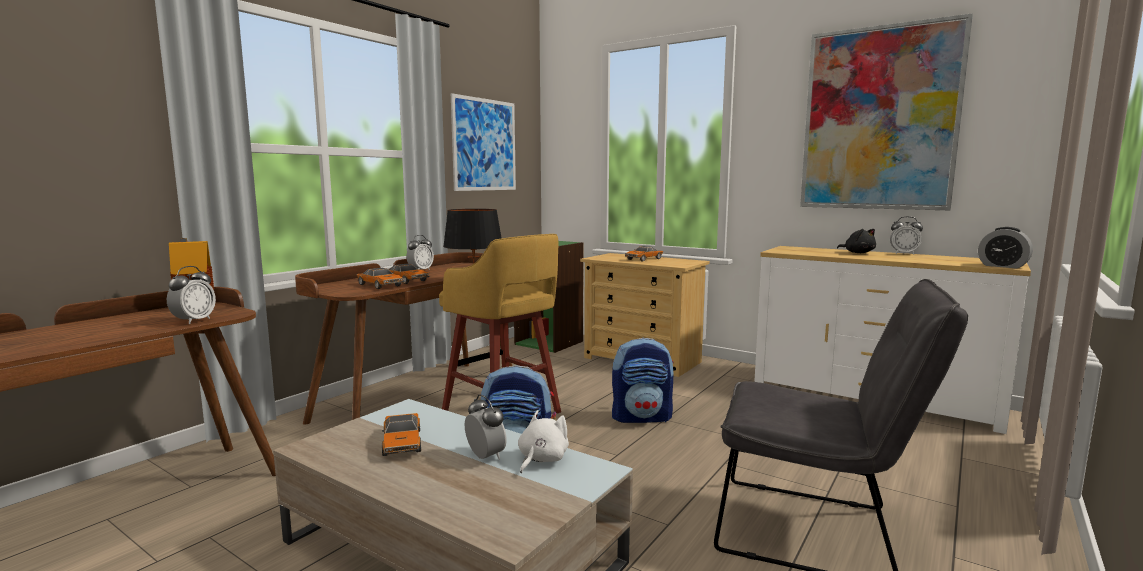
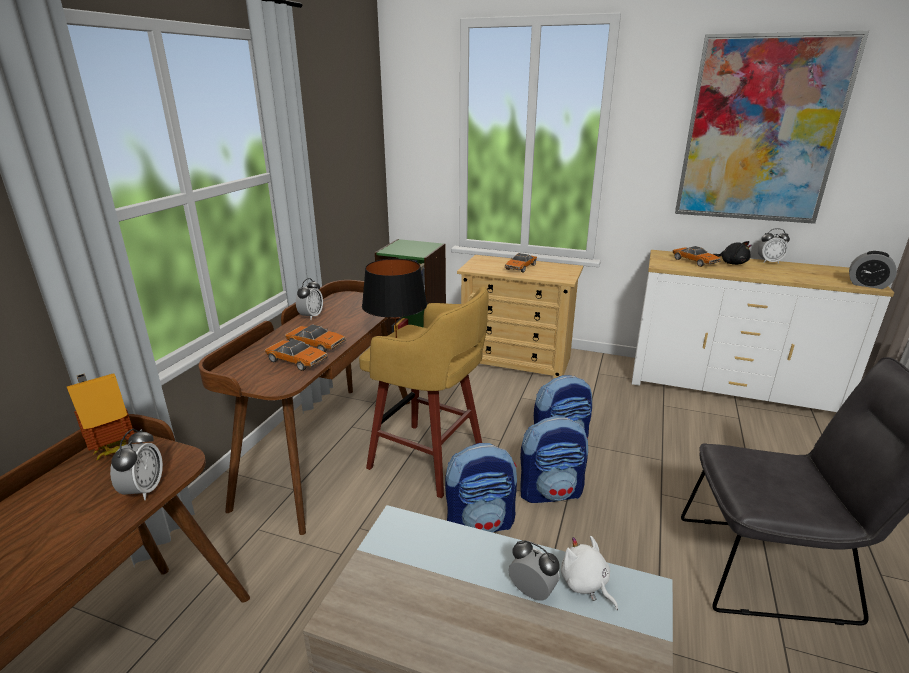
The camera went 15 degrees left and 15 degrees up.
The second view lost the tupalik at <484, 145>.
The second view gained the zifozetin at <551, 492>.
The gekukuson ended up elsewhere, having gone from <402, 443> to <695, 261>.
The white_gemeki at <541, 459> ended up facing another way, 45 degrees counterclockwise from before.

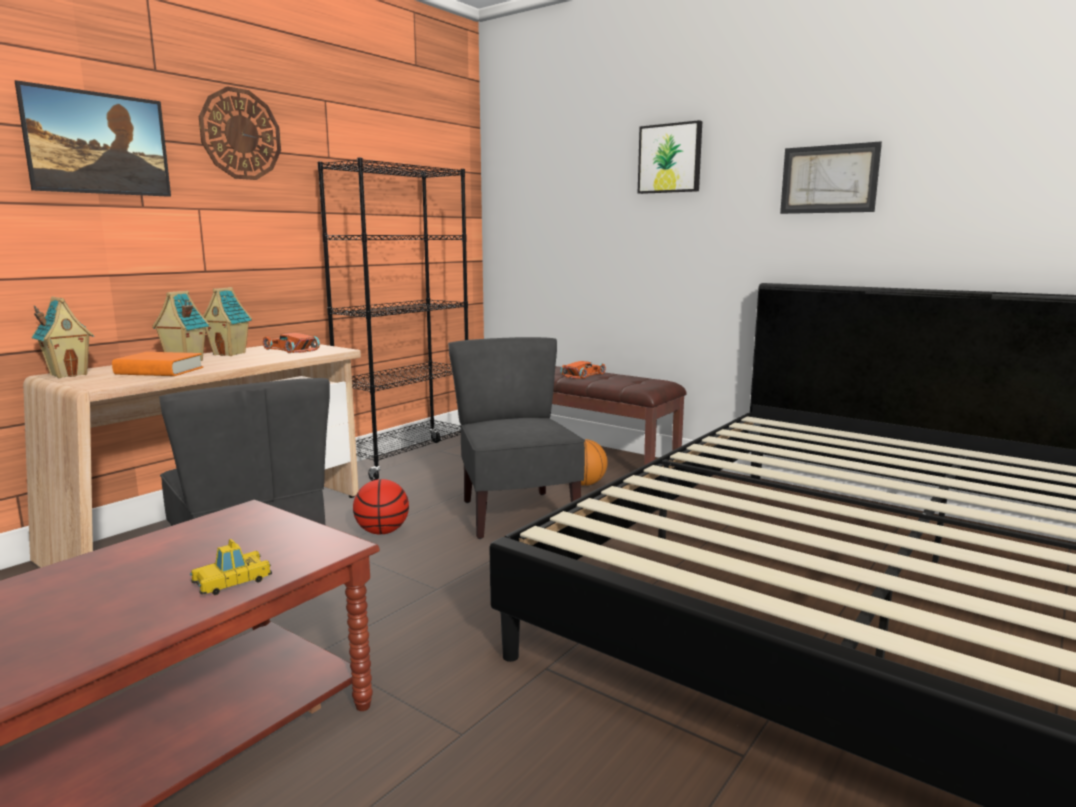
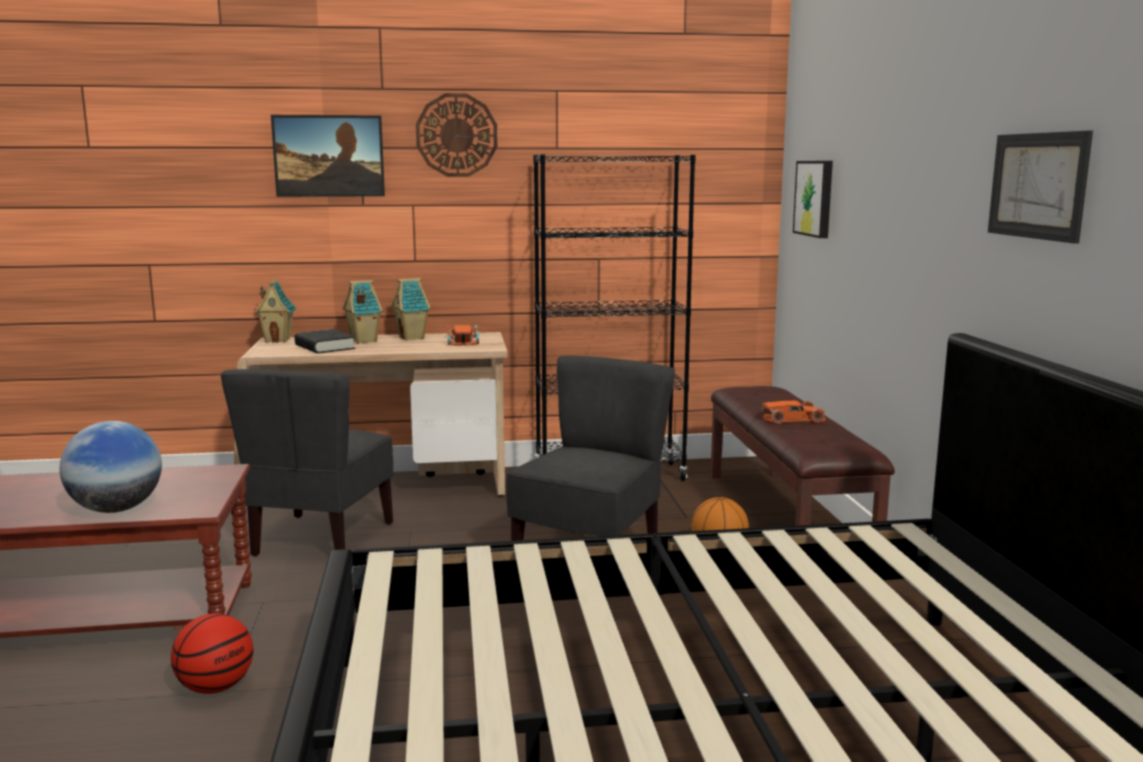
The camera went 45 degrees right and 0 degrees up.
The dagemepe ended up elsewhere, having gone from <382, 532> to <215, 687>.
The tupalik ended up elsewhere, having gone from <670, 158> to <815, 198>.
Where the gekukuson stood at <232, 581>, the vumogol came to stand at <116, 509>.
What was the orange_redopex at <159, 371> turned into the black_redopex at <324, 347>.

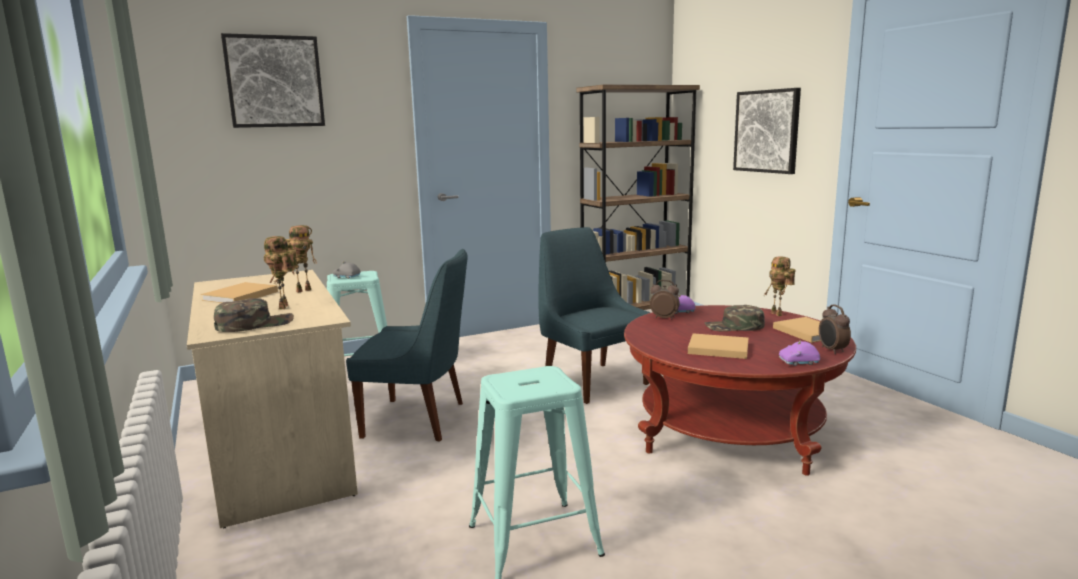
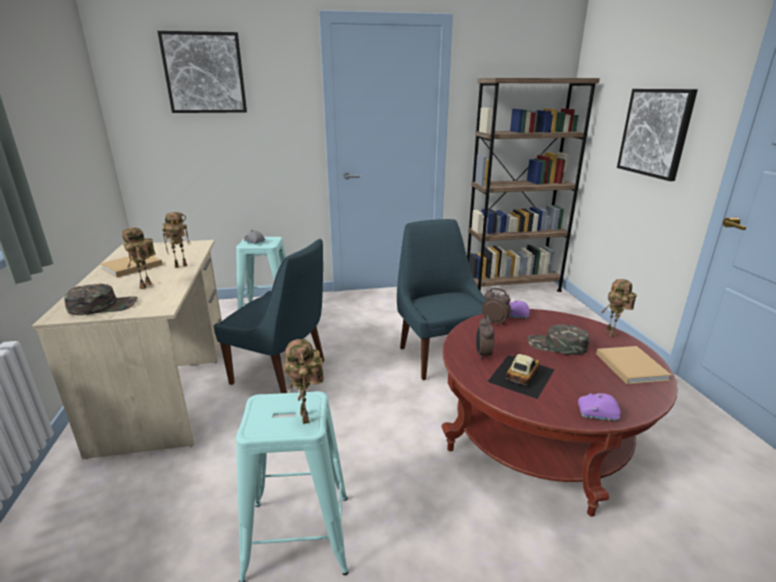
The camera went 15 degrees right and 10 degrees up.
The second view gained the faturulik at <307, 417>.
The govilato ended up elsewhere, having gone from <832, 350> to <483, 355>.
Where the beige_redopex stood at <716, 348>, the gekukuson came to stand at <521, 375>.

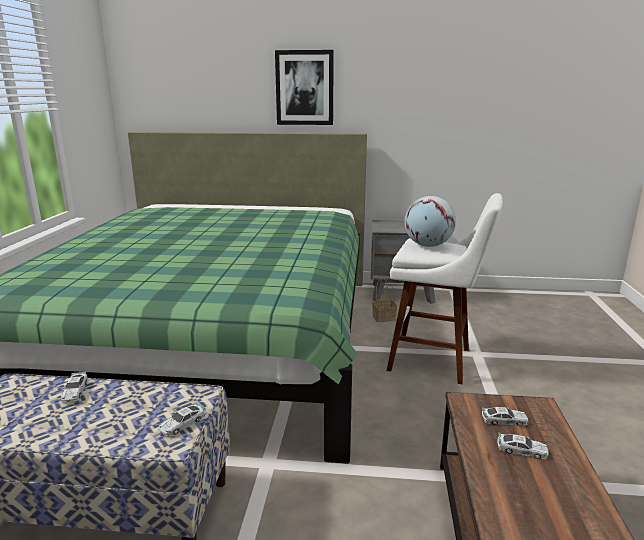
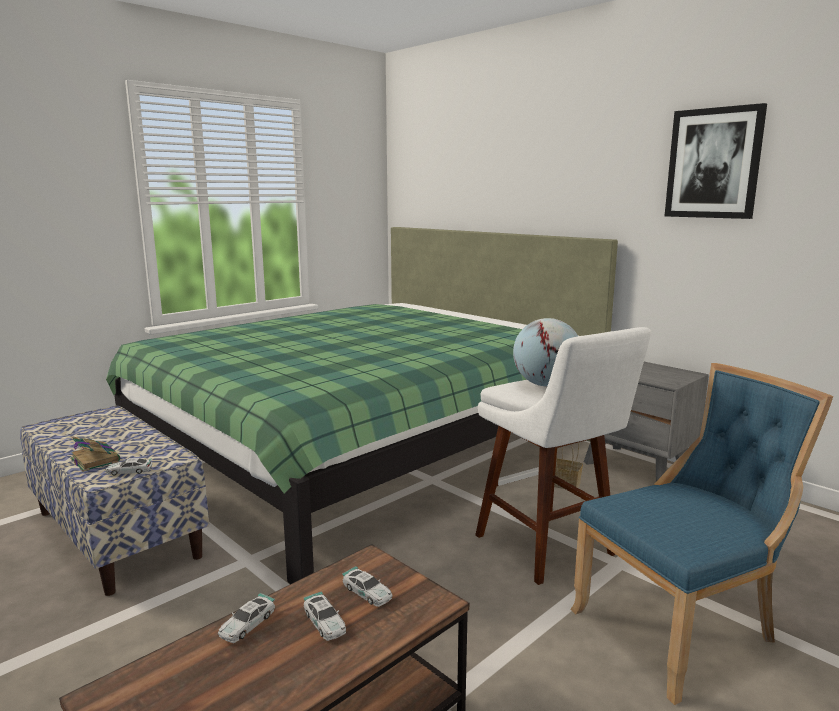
The camera went 40 degrees right and 5 degrees down.
The second view gained the redopex at <94, 460>.
The second view gained the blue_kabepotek at <681, 628>.
The gekukuson ended up elsewhere, having gone from <75, 391> to <247, 624>.
The tupalik ended up elsewhere, having gone from <304, 88> to <713, 163>.

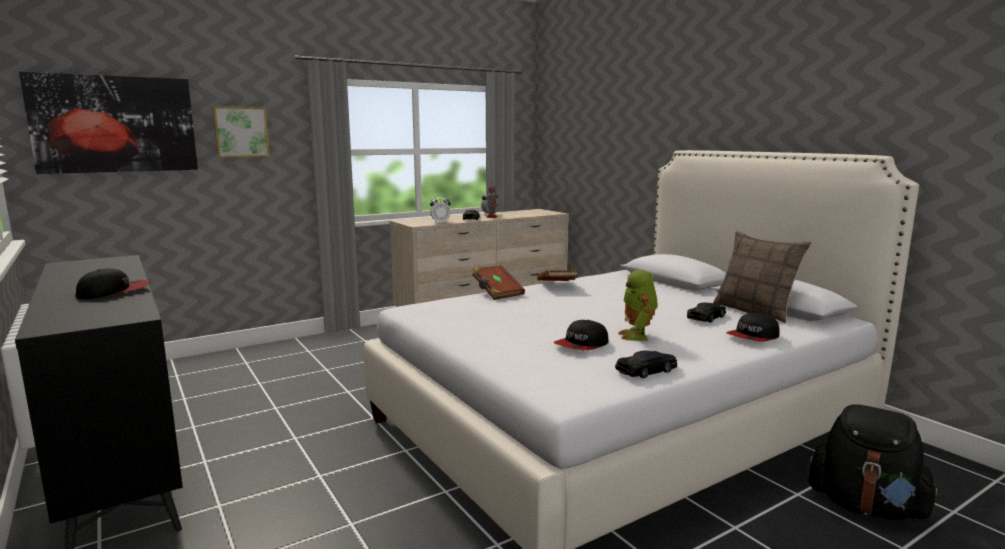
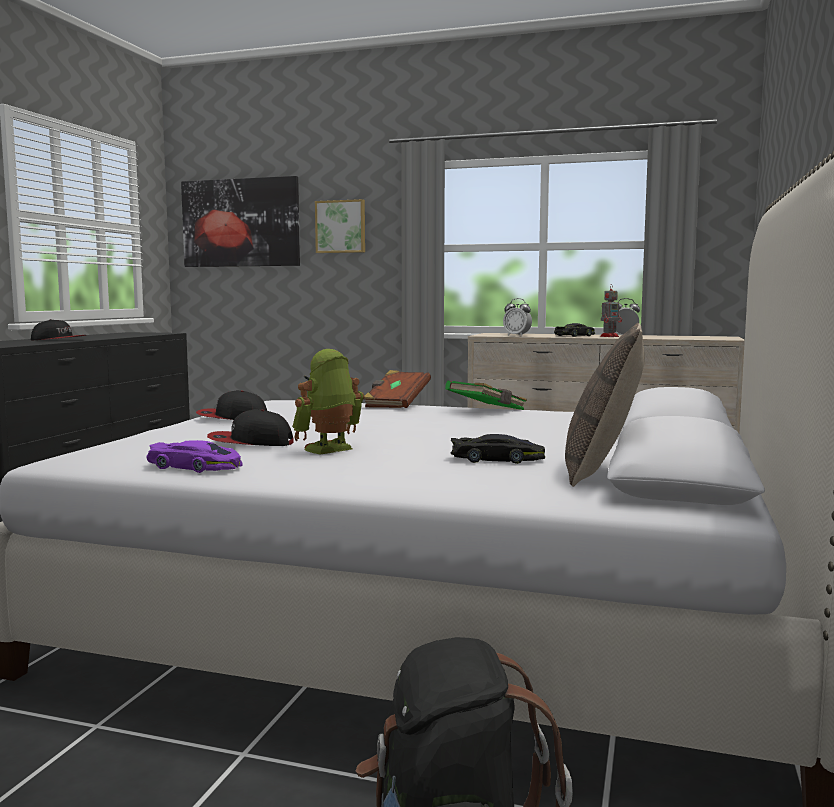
The camera went 50 degrees right and 5 degrees down.
The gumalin ended up elsewhere, having gone from <753, 337> to <232, 418>.
What was the brown_redopex at <557, 286> turned into the green_redopex at <487, 411>.
What was the black_gekukuson at <647, 370> turned into the purple_gekukuson at <195, 467>.

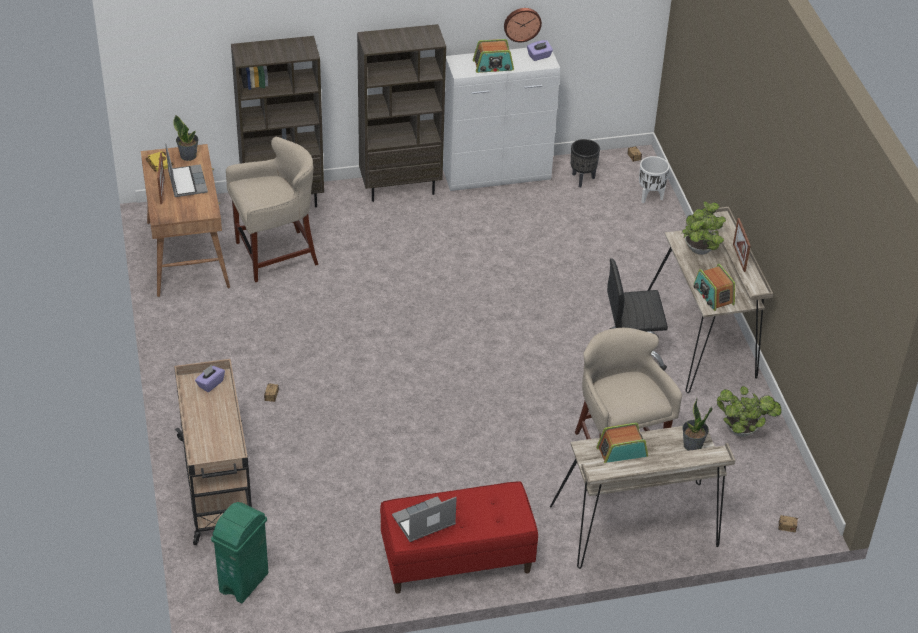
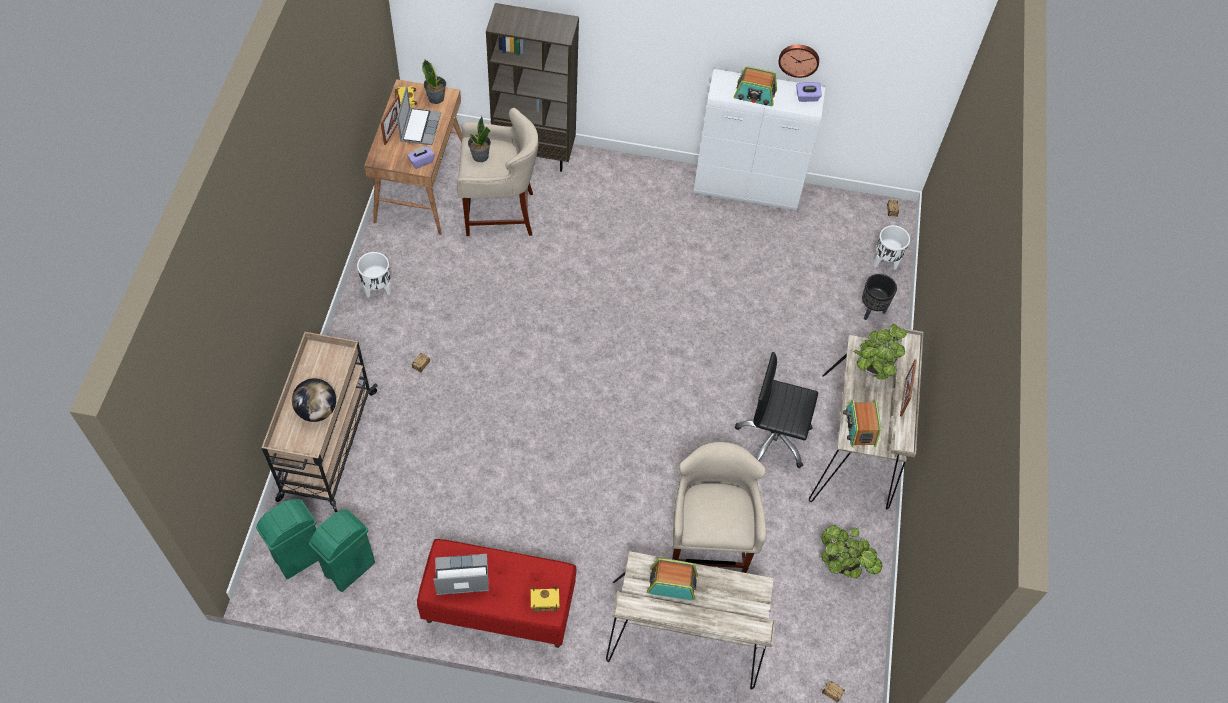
The camera went 20 degrees right and 15 degrees up.
The second view lost the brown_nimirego at <400, 187>.
The second view gained the vumogol at <317, 410>.
The second view gained the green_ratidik at <349, 569>.
The second view gained the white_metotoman at <378, 289>.
The second view gained the yellow_redopex at <544, 601>.
The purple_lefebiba ended up elsewhere, having gone from <210, 384> to <421, 161>.
The black_metotoman ended up elsewhere, having gone from <582, 179> to <872, 310>.
The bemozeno ended up elsewhere, having gone from <692, 445> to <480, 156>.

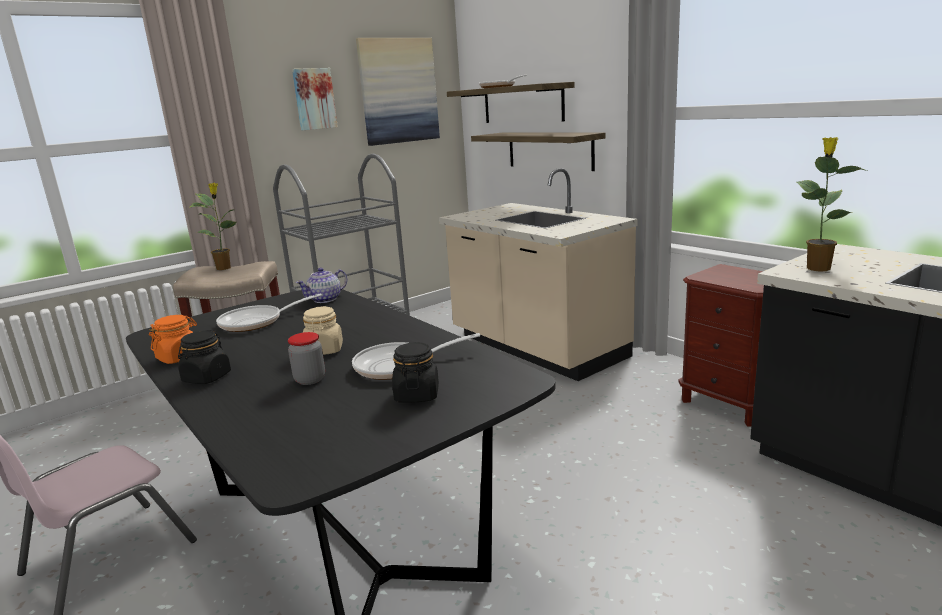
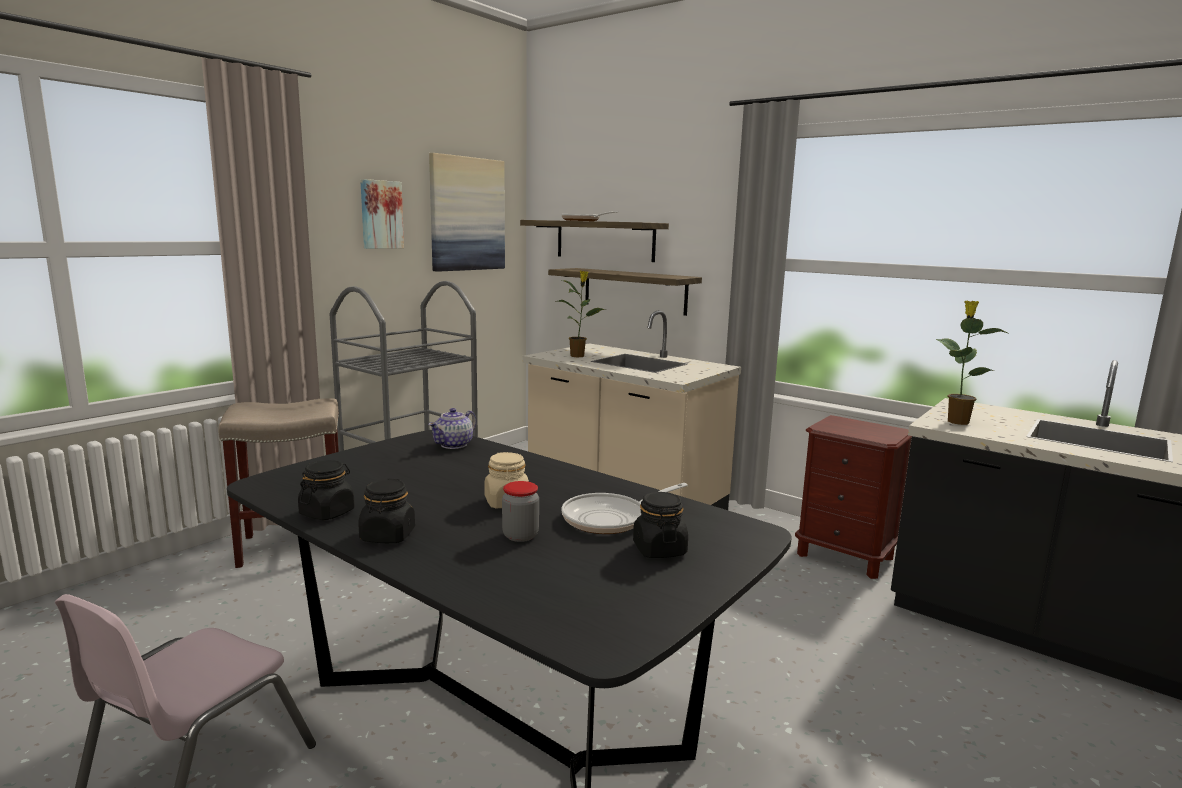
The camera went 15 degrees left and 5 degrees down.
The second view lost the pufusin at <256, 322>.
The bemozeno ended up elsewhere, having gone from <225, 268> to <578, 356>.
What was the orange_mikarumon at <179, 357> turned into the black_mikarumon at <327, 512>.

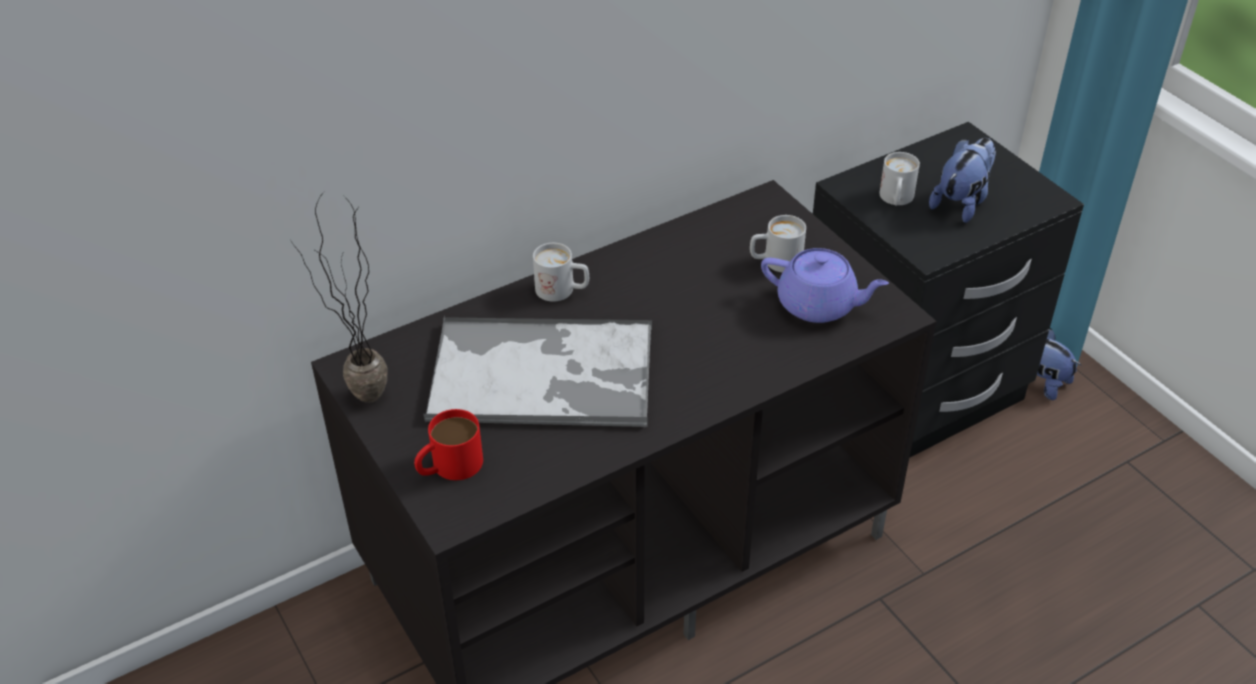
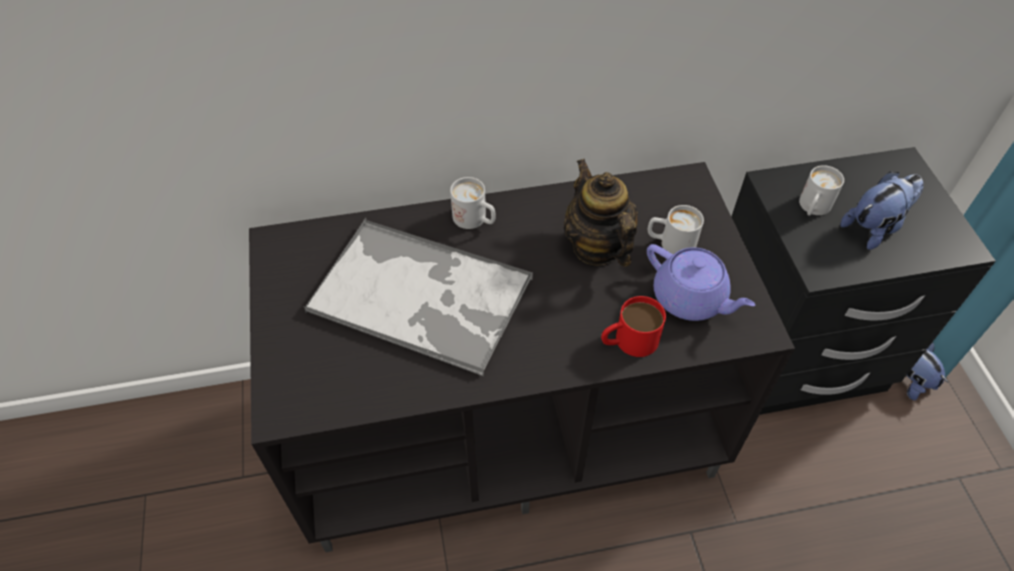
The camera went 20 degrees right and 10 degrees up.
The second view lost the bemozeno at <360, 404>.
The second view gained the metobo at <597, 246>.
The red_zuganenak ended up elsewhere, having gone from <449, 466> to <628, 341>.

